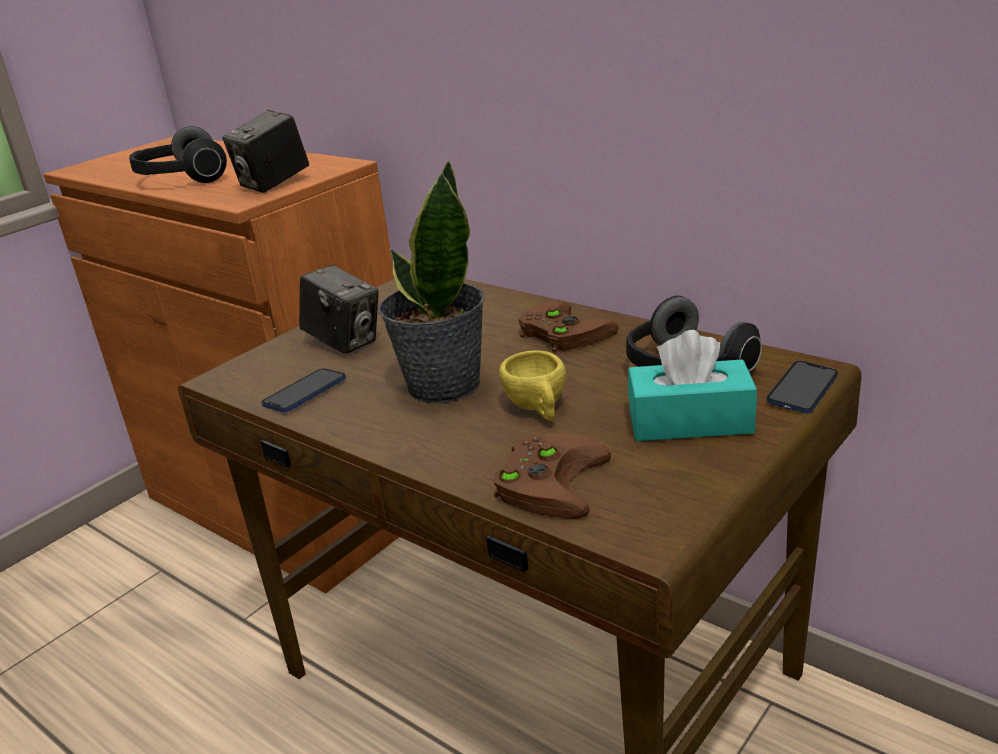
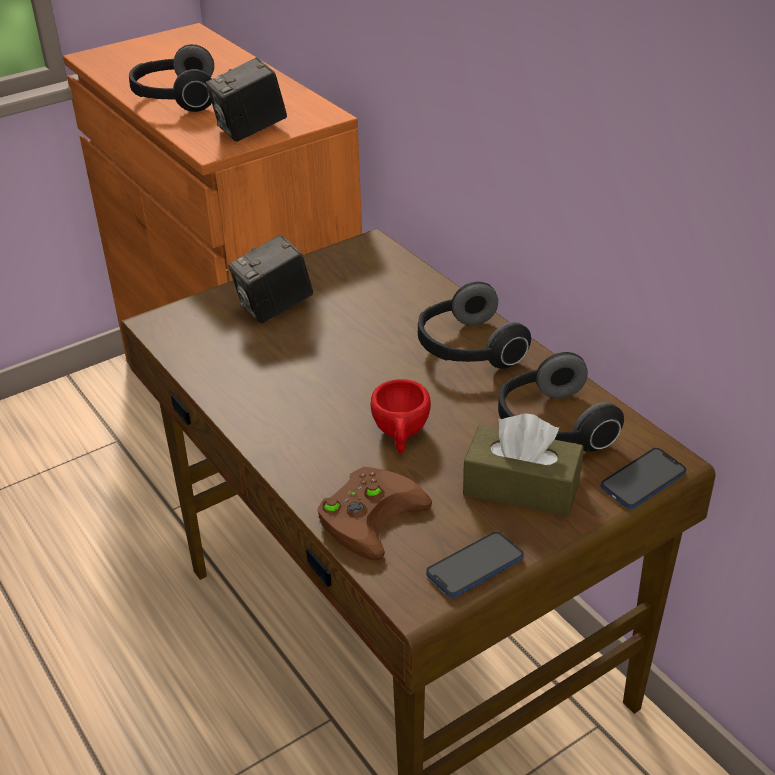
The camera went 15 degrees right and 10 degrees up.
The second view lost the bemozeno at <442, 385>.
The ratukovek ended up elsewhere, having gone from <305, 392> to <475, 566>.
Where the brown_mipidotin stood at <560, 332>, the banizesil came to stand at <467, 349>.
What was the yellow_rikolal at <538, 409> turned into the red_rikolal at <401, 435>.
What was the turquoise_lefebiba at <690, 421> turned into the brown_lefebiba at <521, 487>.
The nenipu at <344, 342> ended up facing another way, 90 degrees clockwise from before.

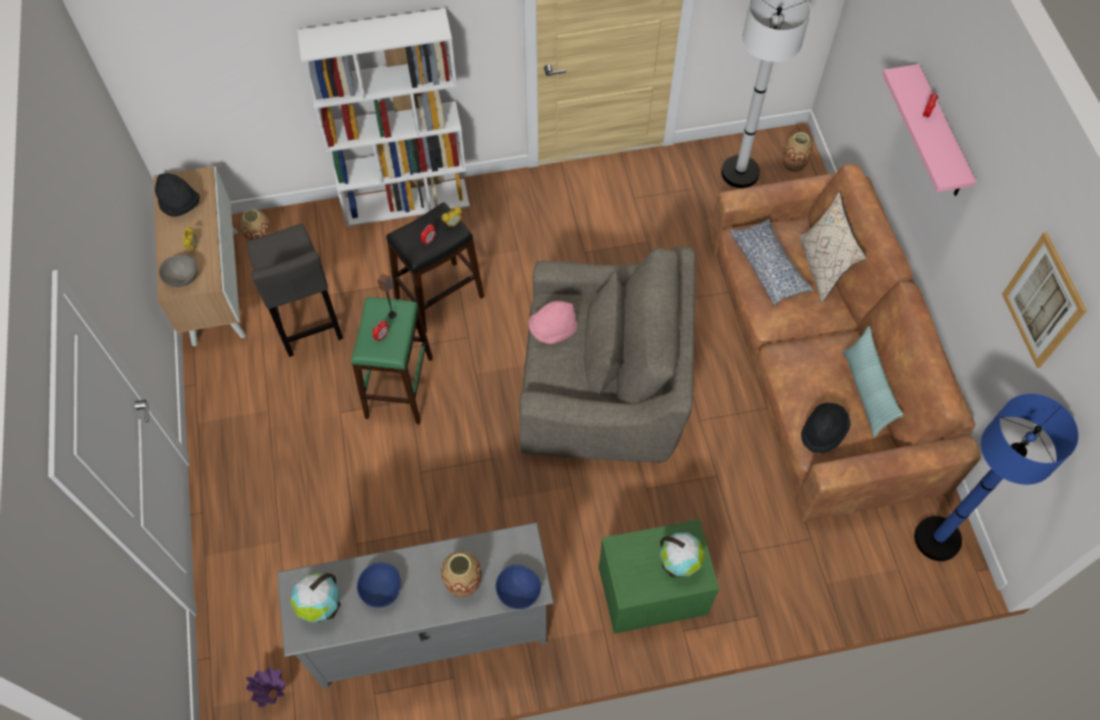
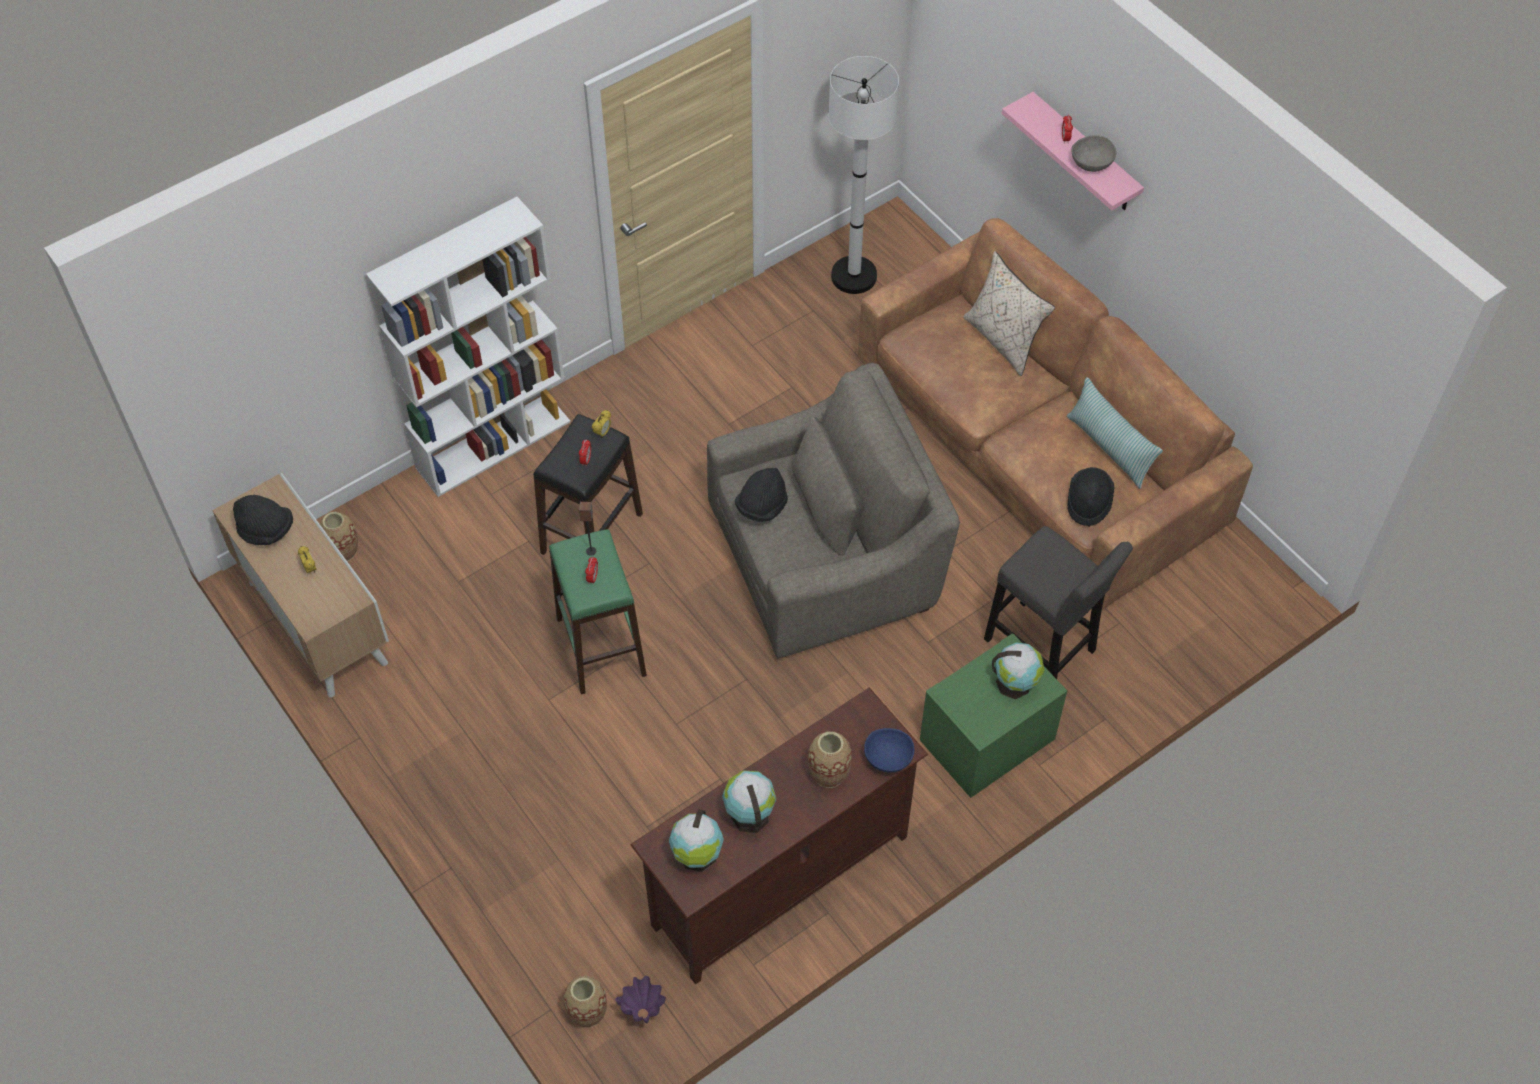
The camera went 25 degrees left and 5 degrees down.
The second view lost the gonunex at <769, 266>.
The second view lost the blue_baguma at <937, 539>.
The second view lost the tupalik at <1043, 301>.
The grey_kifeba ended up elsewhere, having gone from <181, 278> to <1091, 164>.
The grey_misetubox ended up elsewhere, having gone from <307, 323> to <1043, 650>.
The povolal ended up elsewhere, having gone from <793, 164> to <587, 1012>.
Where the blue_kifeba stood at <381, 589>, the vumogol came to stand at <749, 814>.
What was the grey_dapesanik at <430, 635> turned into the brown_dapesanik at <780, 882>.
What was the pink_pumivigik at <553, 329> turned into the black_pumivigik at <762, 506>.

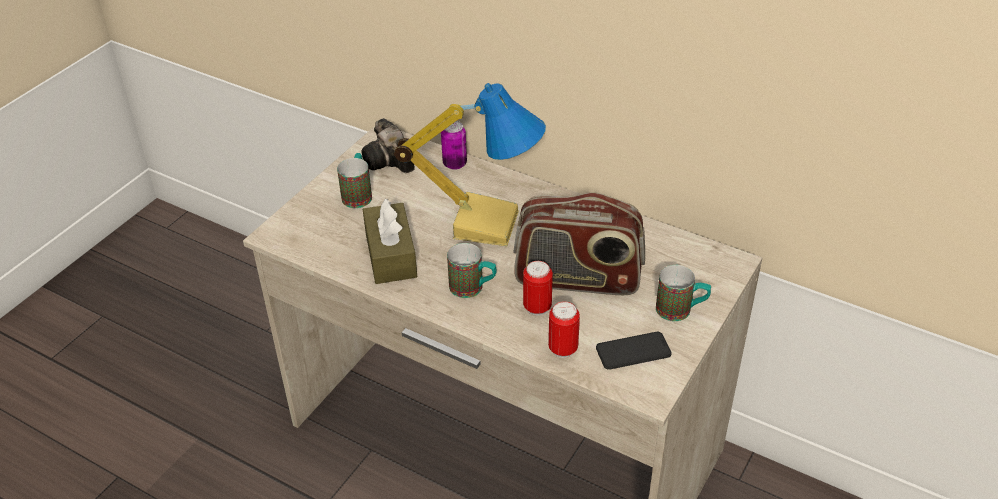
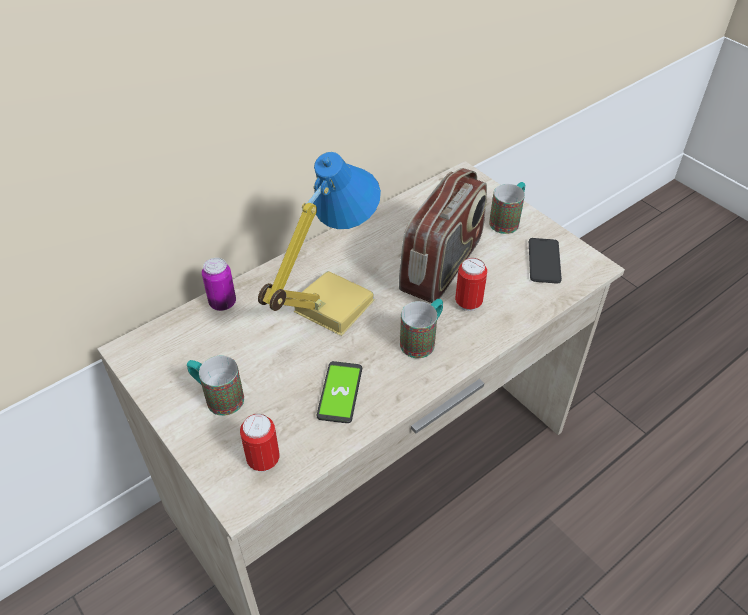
The camera went 70 degrees left and 5 degrees up.
The second view lost the nenipu at <389, 161>.
The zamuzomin ended up elsewhere, having gone from <563, 349> to <263, 460>.
Where the brown_lefebiba stood at <391, 255>, the ratukovek came to stand at <340, 392>.

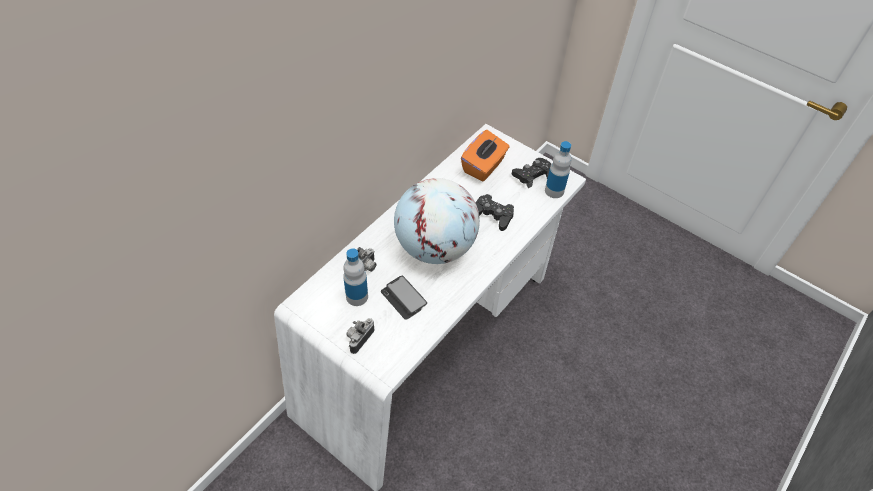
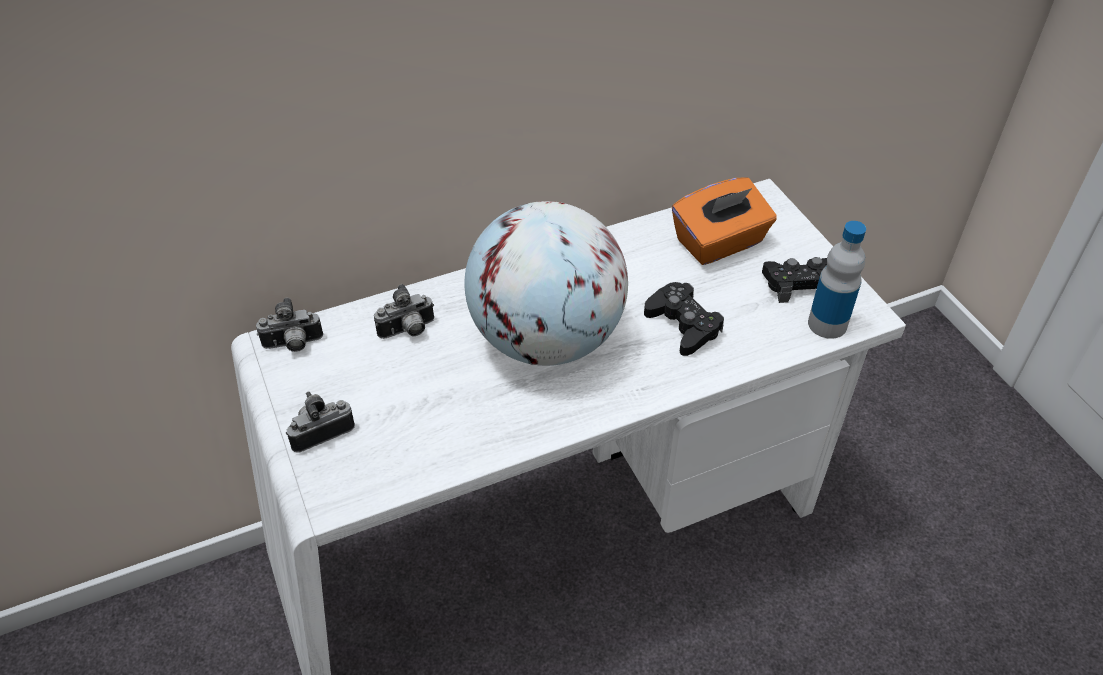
The camera went 30 degrees right and 5 degrees down.
The second view lost the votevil at <357, 296>.
The second view lost the ratukovek at <403, 298>.
The second view gained the nenipu at <293, 345>.

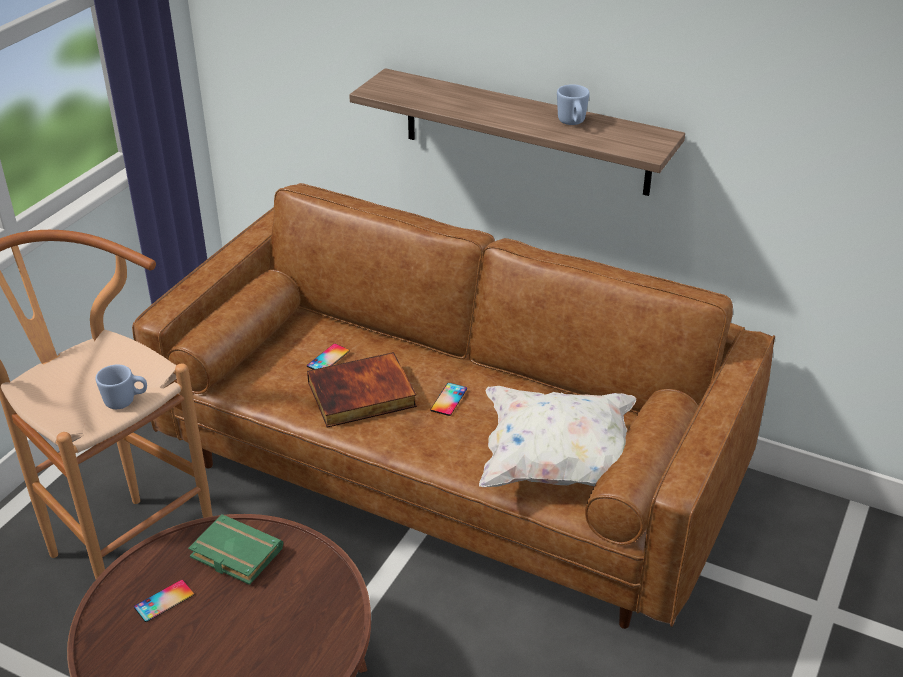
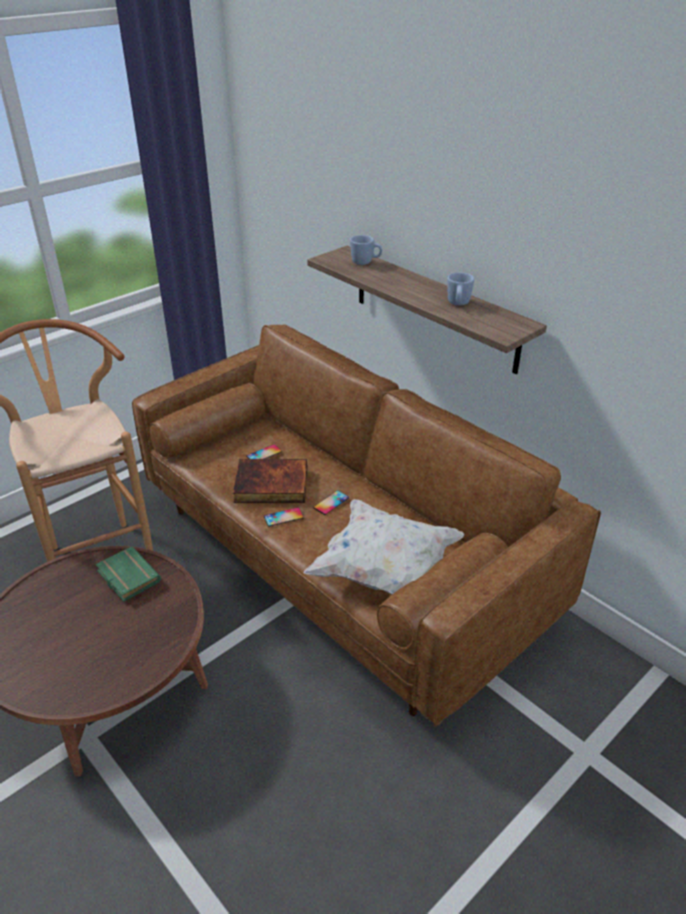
The camera went 20 degrees right and 0 degrees up.
The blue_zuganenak ended up elsewhere, having gone from <125, 401> to <365, 262>.
The ratukovek ended up elsewhere, having gone from <164, 601> to <283, 517>.

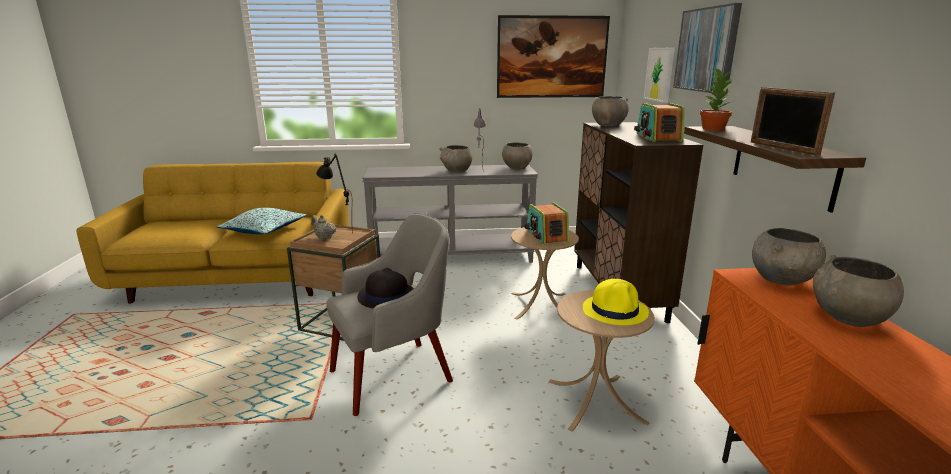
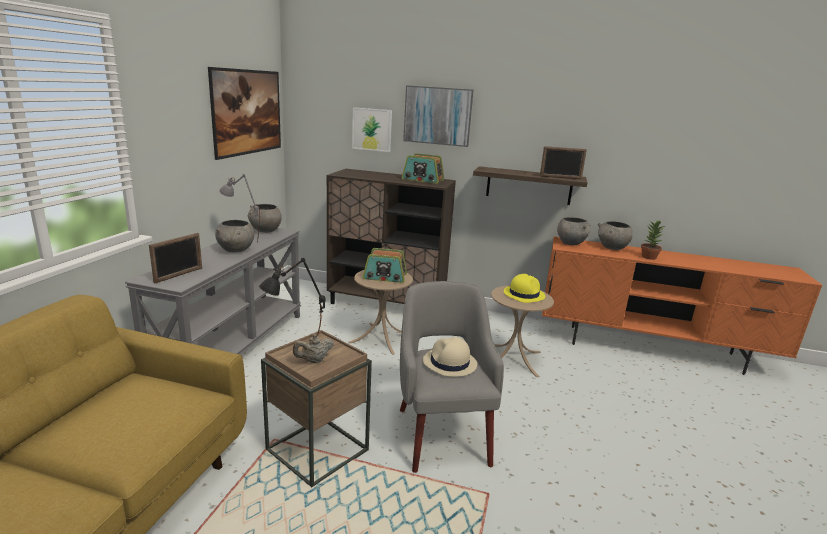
The camera went 70 degrees left and 0 degrees up.
The second view lost the gonunex at <264, 230>.
The second view lost the grey_kifeba at <608, 125>.
The second view gained the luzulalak at <179, 275>.
The bemozeno ended up elsewhere, having gone from <712, 129> to <648, 257>.
What was the black_pumivigik at <386, 297> turned into the beige_pumivigik at <449, 363>.

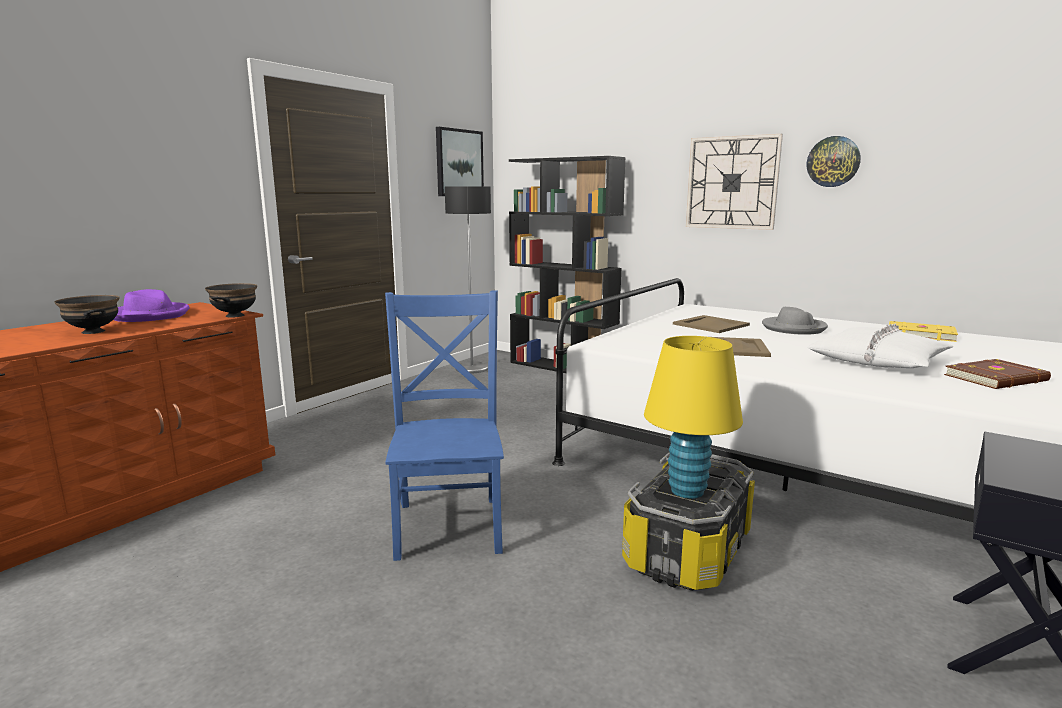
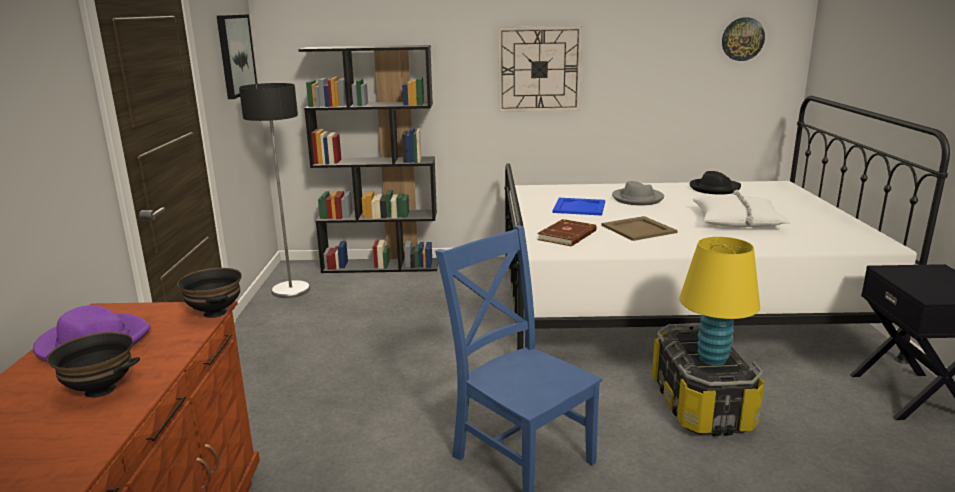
The camera went 35 degrees left and 5 degrees up.
The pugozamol ended up elsewhere, having gone from <833, 161> to <742, 39>.
The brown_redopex ended up elsewhere, having gone from <997, 378> to <568, 235>.
Where the yellow_redopex stood at <920, 334>, the black_pumivigik came to stand at <714, 188>.
What was the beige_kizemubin at <711, 325> turned into the blue_kizemubin at <580, 207>.

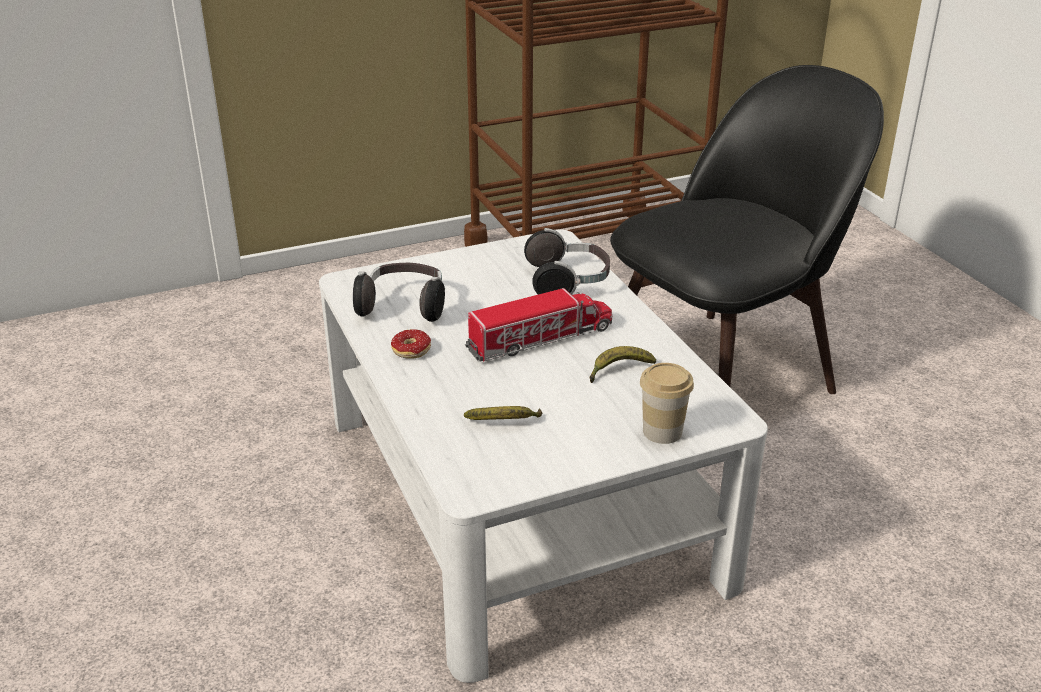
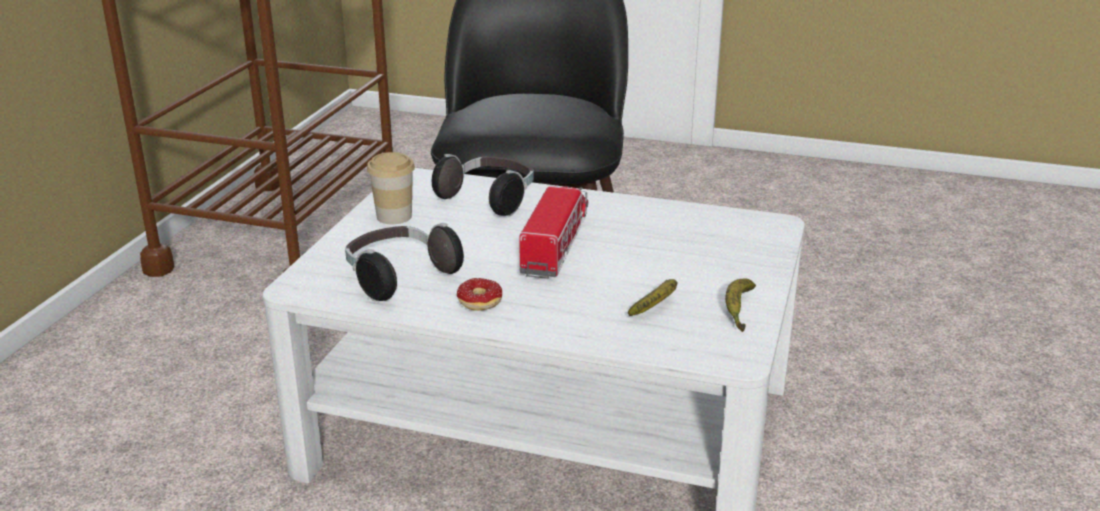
The camera went 50 degrees left and 5 degrees down.
The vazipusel ended up elsewhere, having gone from <619, 370> to <738, 310>.
The rikolal ended up elsewhere, having gone from <662, 431> to <394, 216>.

